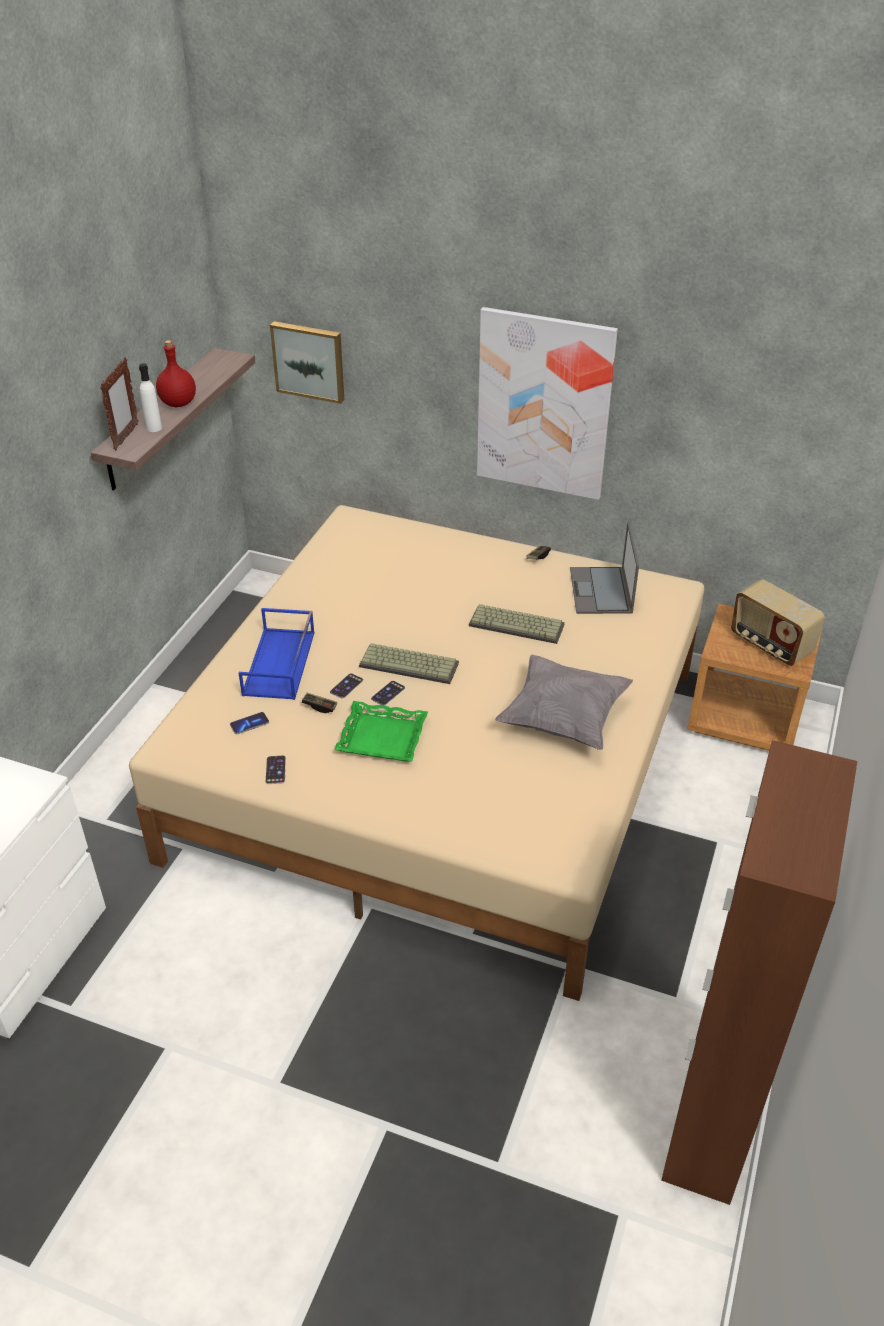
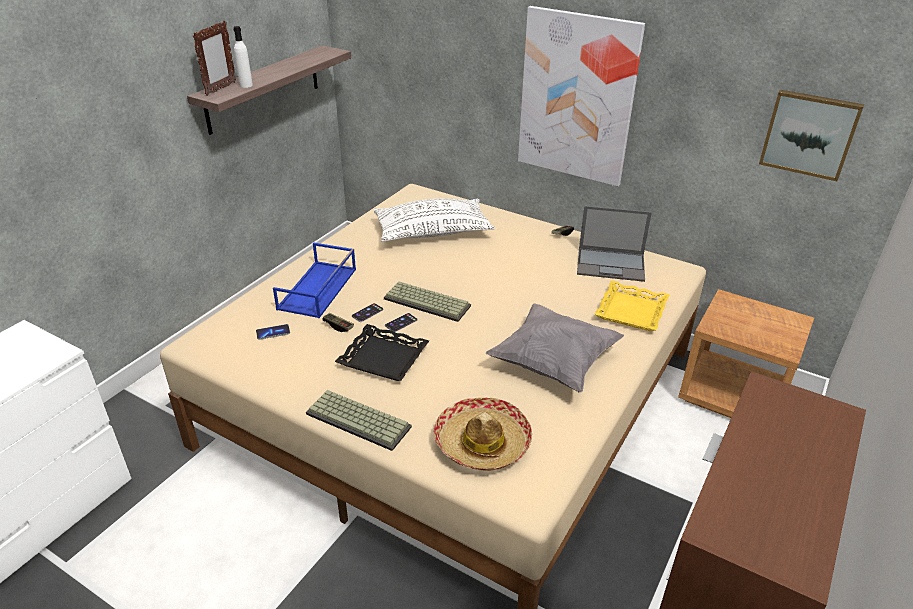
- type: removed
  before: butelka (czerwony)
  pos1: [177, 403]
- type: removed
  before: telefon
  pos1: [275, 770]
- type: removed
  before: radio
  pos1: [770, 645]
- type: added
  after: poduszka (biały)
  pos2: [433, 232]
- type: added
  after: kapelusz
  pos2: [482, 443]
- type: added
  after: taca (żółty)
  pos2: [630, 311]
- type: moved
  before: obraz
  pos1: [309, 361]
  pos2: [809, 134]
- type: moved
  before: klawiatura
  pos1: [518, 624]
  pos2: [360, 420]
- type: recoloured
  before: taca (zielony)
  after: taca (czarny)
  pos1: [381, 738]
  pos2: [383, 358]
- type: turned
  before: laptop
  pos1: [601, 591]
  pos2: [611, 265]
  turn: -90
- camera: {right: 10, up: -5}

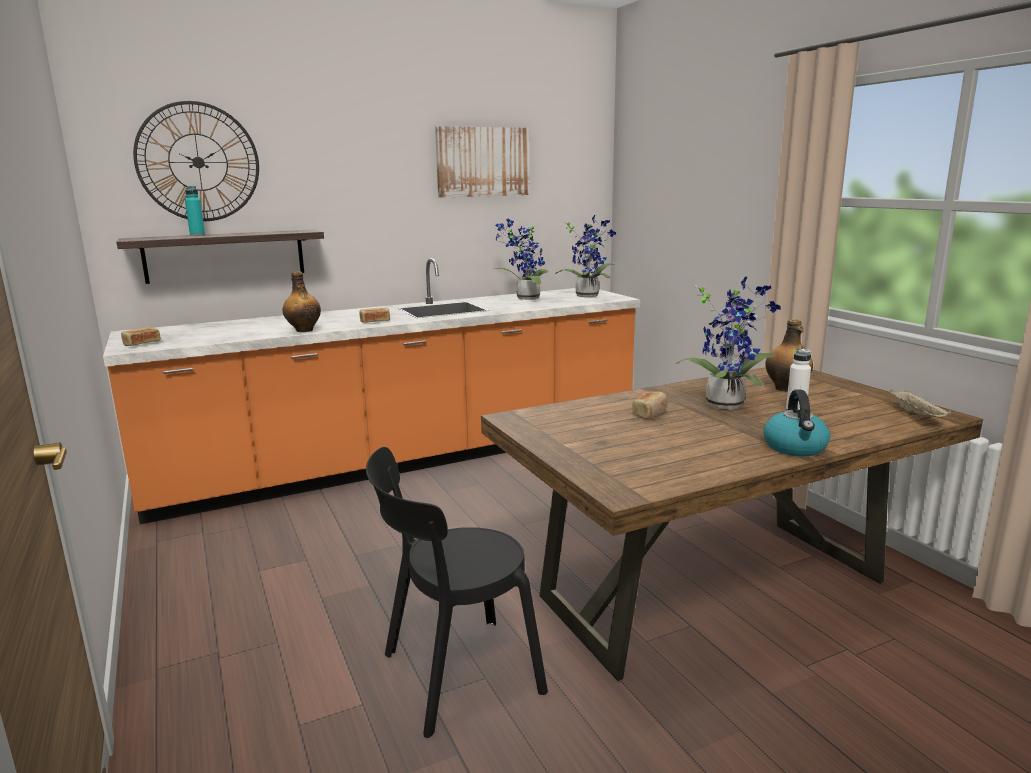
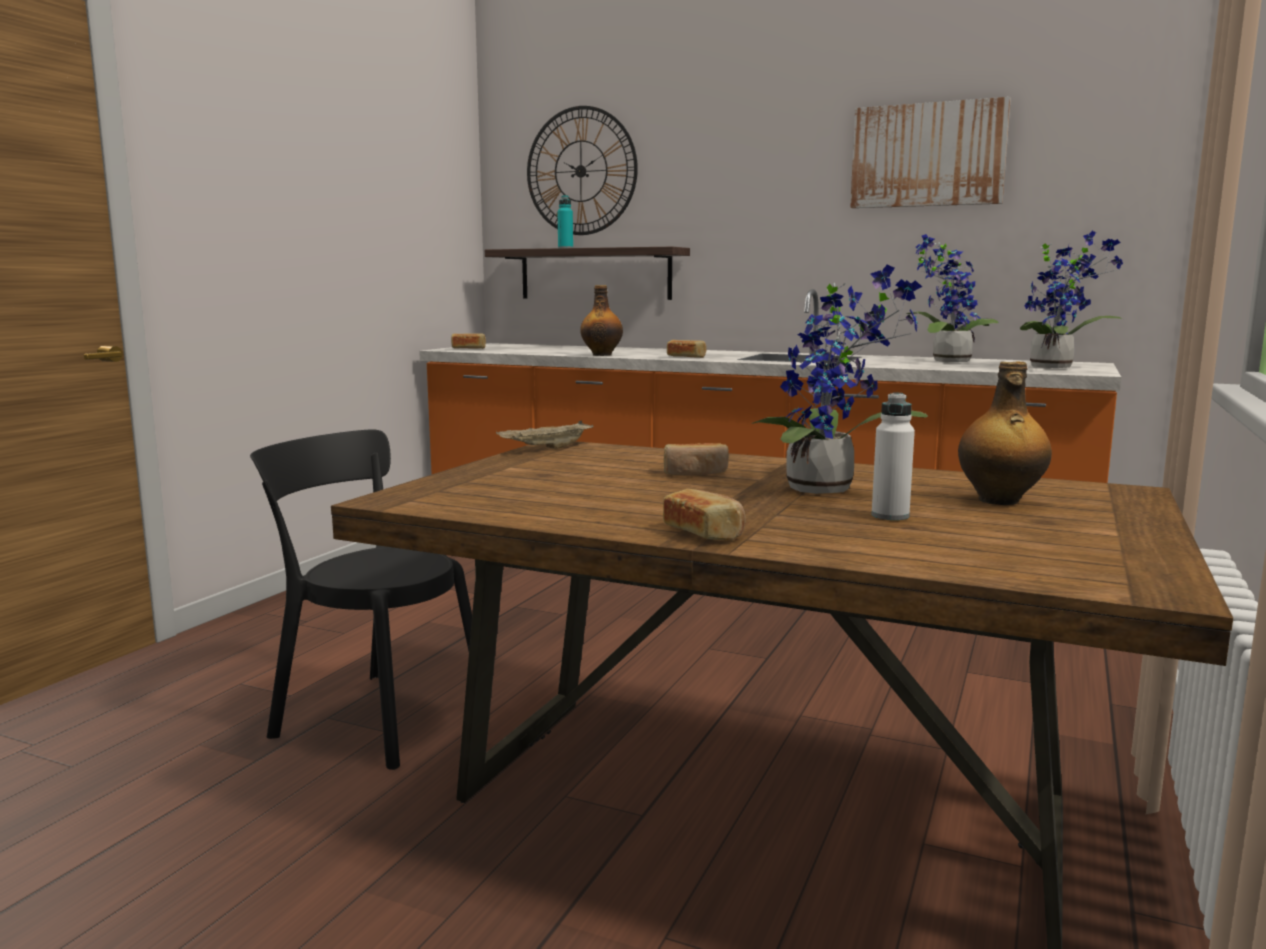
- type: moved
  before: taca (beżowy)
  pos1: [917, 416]
  pos2: [546, 449]
- type: replaced
  before: czajnik
  after: chleb
  pos1: [795, 448]
  pos2: [704, 533]
- camera: {right: 50, up: -5}

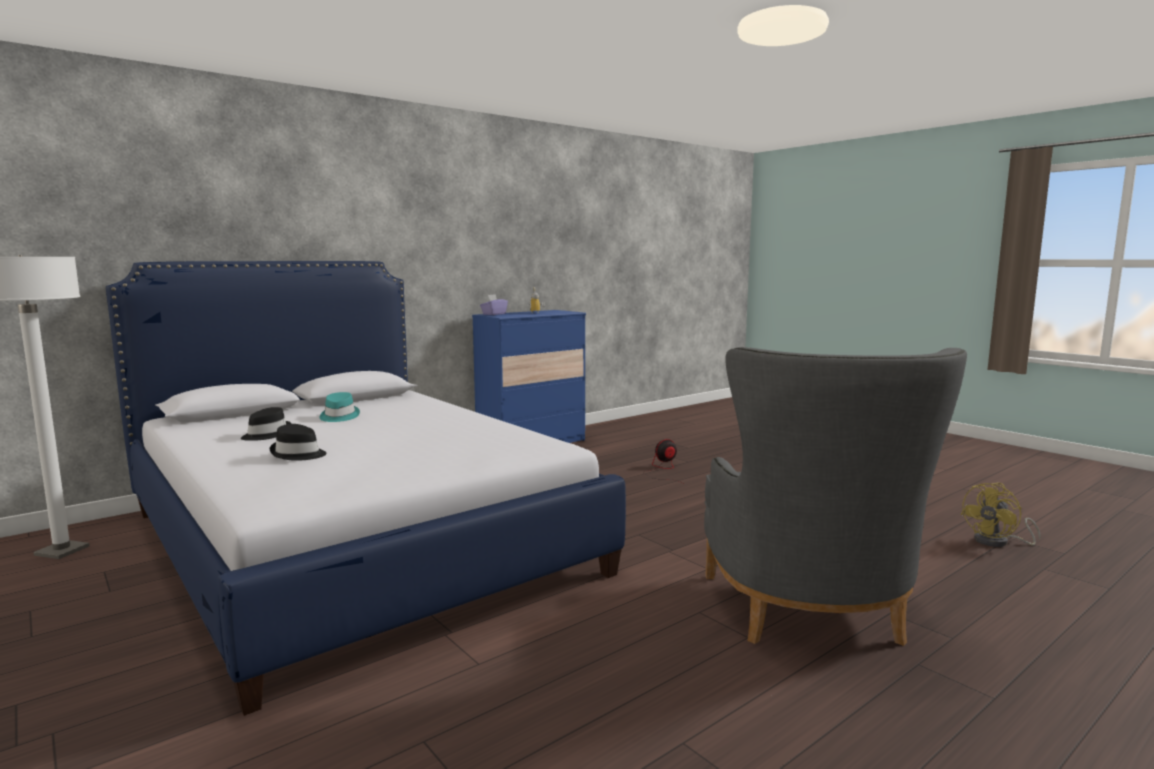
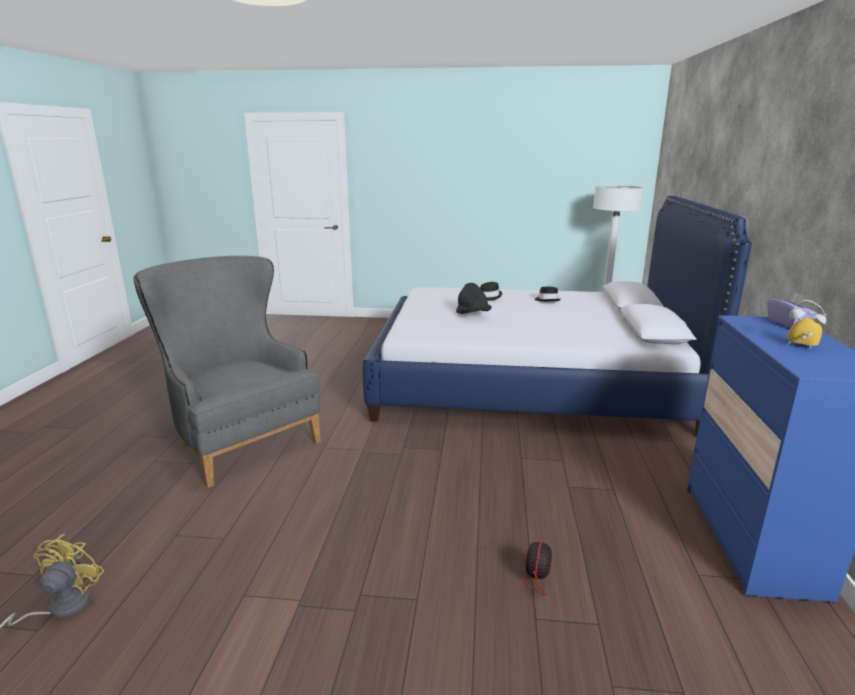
- type: removed
  before: kapelusz (turkusowy)
  pos1: [338, 416]
- type: added
  after: kapelusz (czarny)
  pos2: [472, 315]
- camera: {right: 135, up: 10}

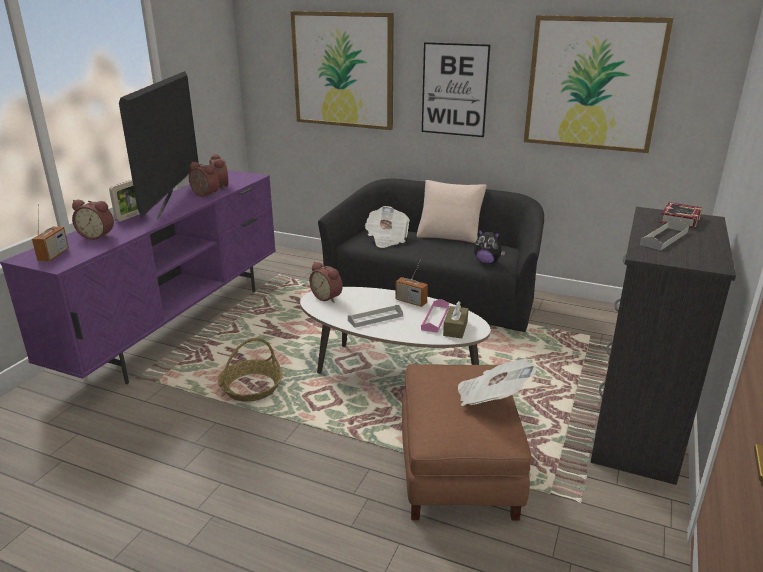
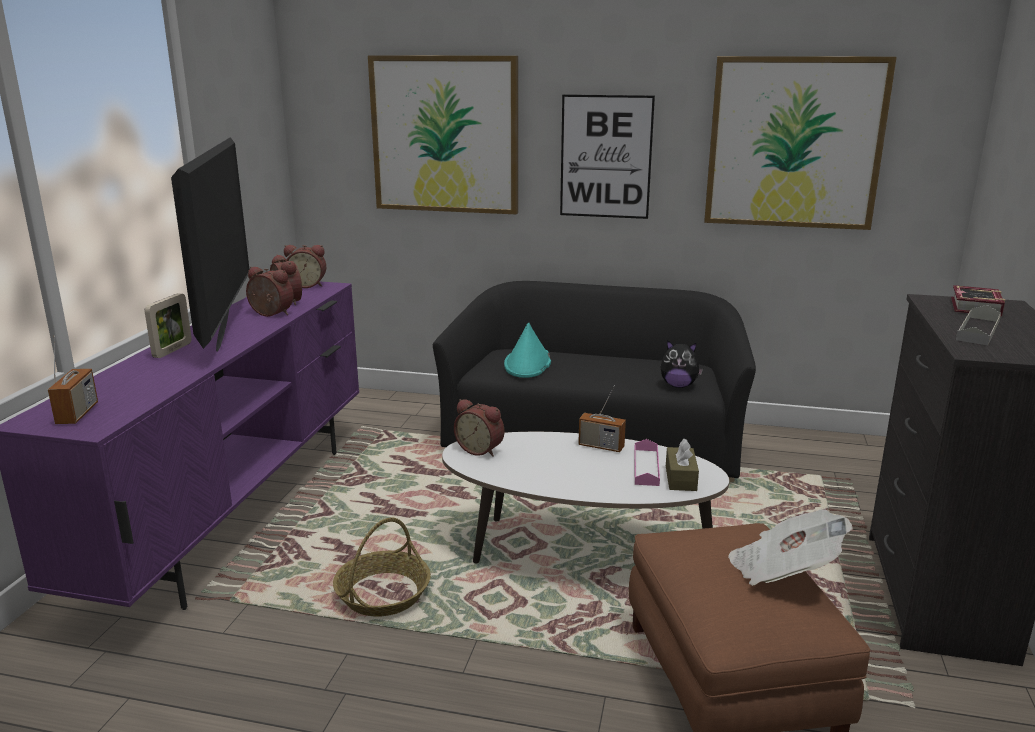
- type: removed
  before: taca (szary)
  pos1: [375, 318]
- type: removed
  before: poduszka (beżowy)
  pos1: [450, 234]
- type: moved
  before: budzik
  pos1: [97, 236]
  pos2: [307, 285]
- type: replaced
  before: gazeta
  after: kapelusz (turkusowy)
  pos1: [386, 239]
  pos2: [527, 364]
- camera: {right: -10, up: -5}

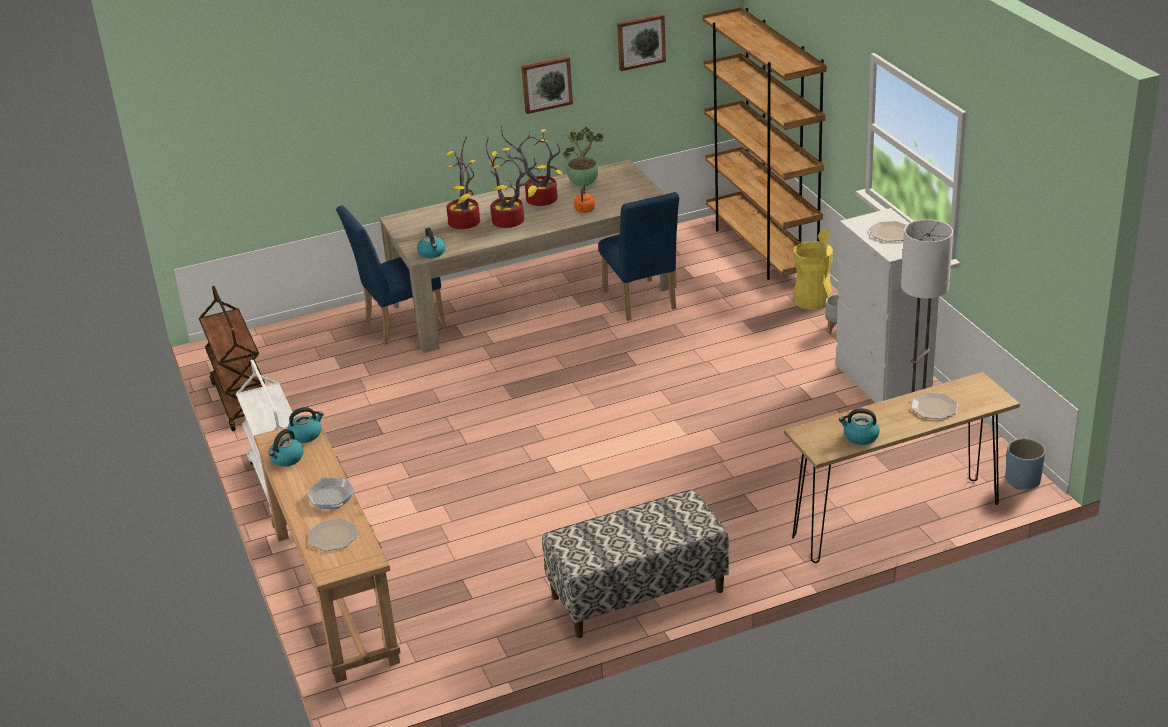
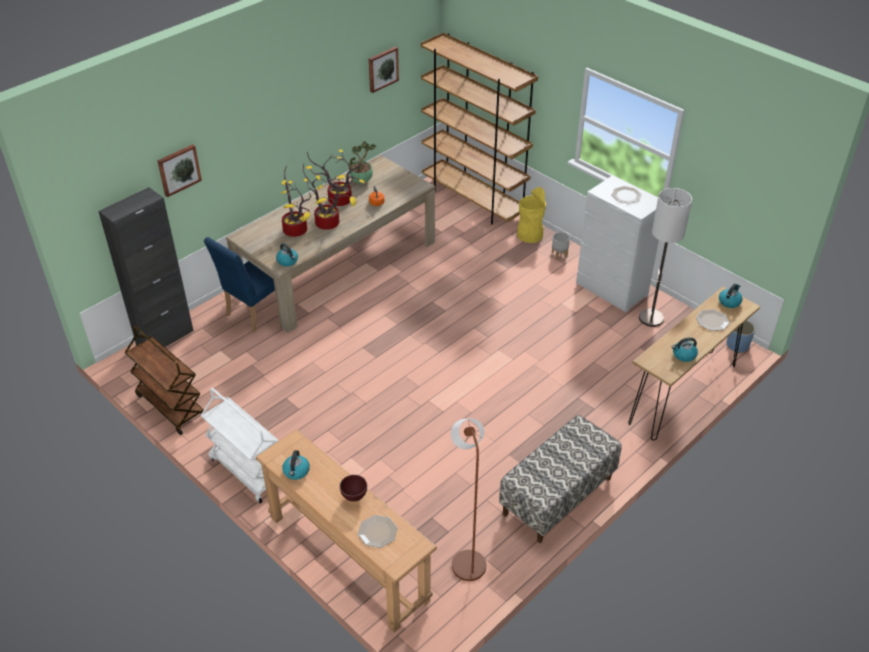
- type: removed
  before: krzesło (niebieski)
  pos1: [641, 303]
- type: added
  after: szafka (czarny)
  pos2: [165, 338]
- type: added
  after: lampa stojąca (brązowy)
  pos2: [466, 560]
- type: moved
  before: czajnik
  pos1: [306, 435]
  pos2: [729, 301]
- type: moved
  before: obraz
  pos1: [546, 84]
  pos2: [178, 170]
- type: replaced
  before: patelnia
  after: miska (brązowy)
  pos1: [331, 497]
  pos2: [353, 497]
- camera: {right: -25, up: 10}

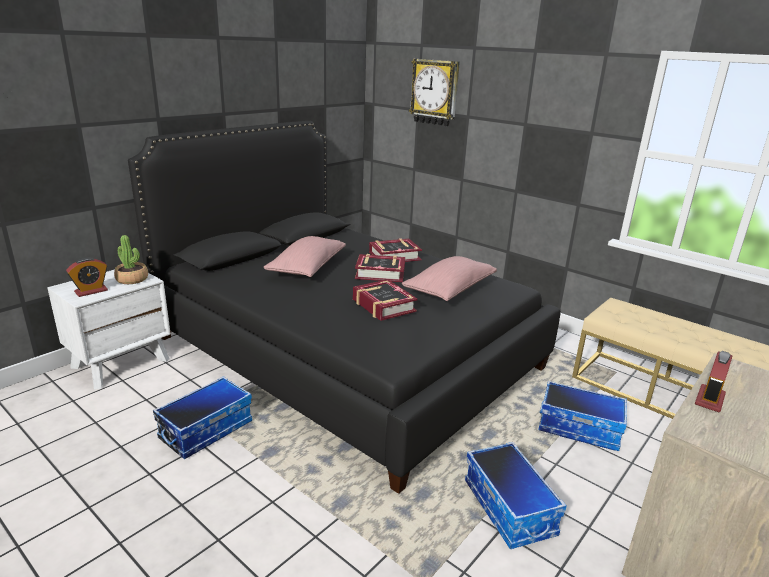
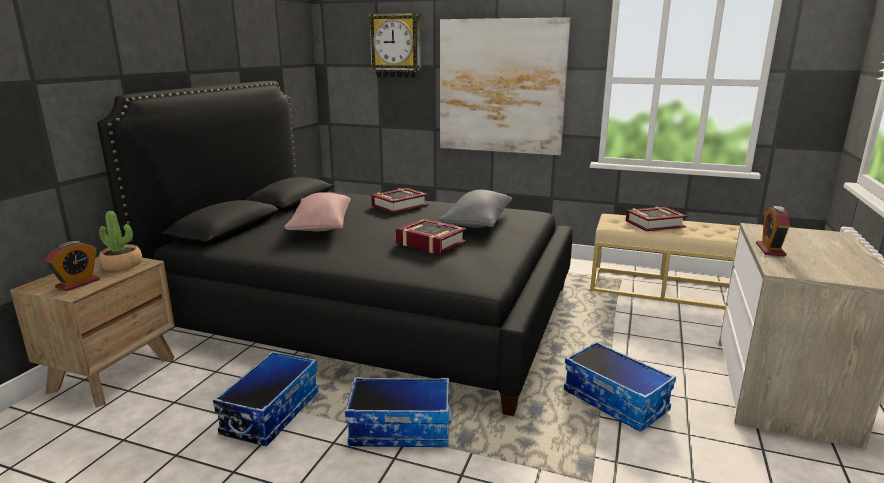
- type: added
  after: obraz
  pos2: [501, 87]
- type: moved
  before: książka
  pos1: [380, 273]
  pos2: [654, 224]
- type: moved
  before: pojemnik do przechowywania
  pos1: [579, 428]
  pos2: [401, 429]
- type: recoloured
  before: szafka nocna (biały)
  after: szafka nocna (brązowy)
  pos1: [121, 363]
  pos2: [113, 374]
- type: recoloured
  before: poduszka (różowy)
  after: poduszka (szary)
  pos1: [449, 290]
  pos2: [477, 223]
- camera: {right: -20, up: -5}

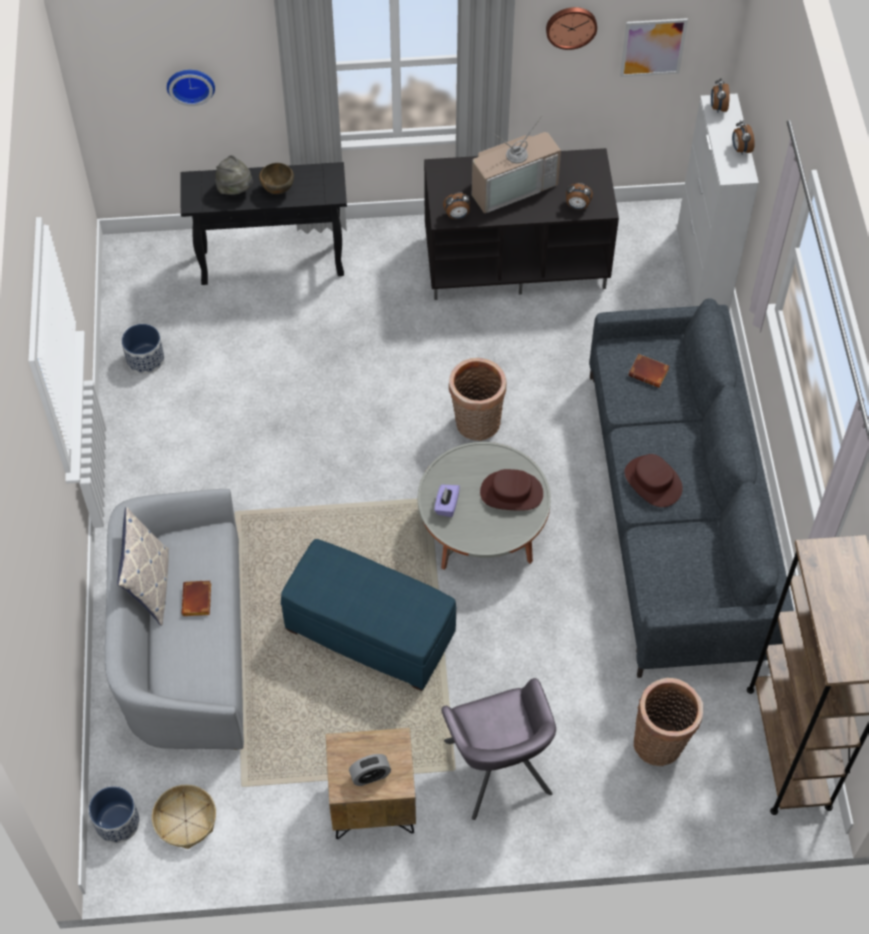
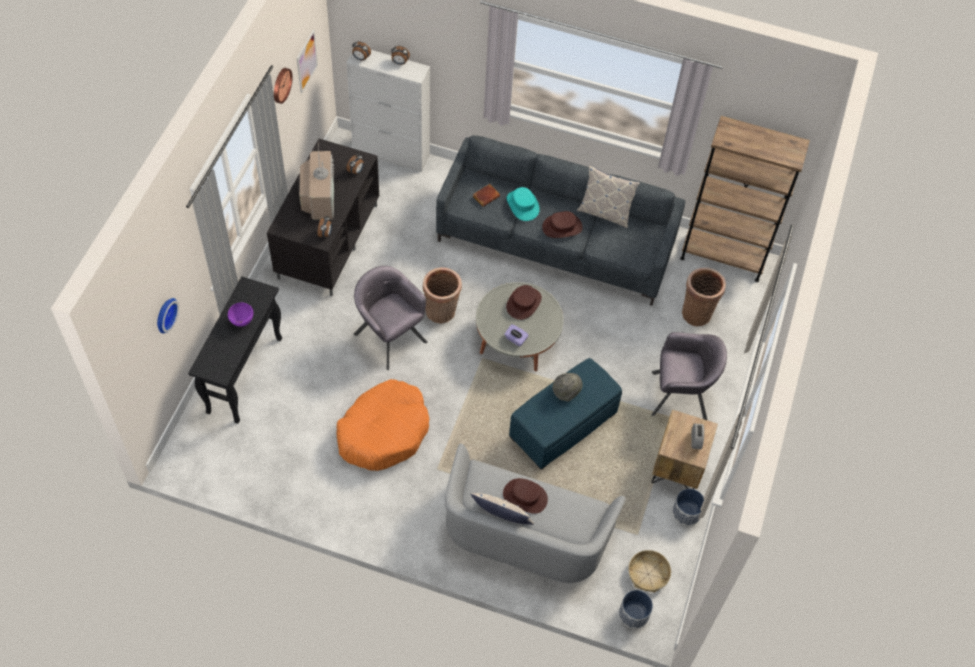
- type: added
  after: legowisko (pomarańczowy)
  pos2: [383, 431]
- type: added
  after: fotel (szary)
  pos2: [390, 337]
- type: added
  after: kapelusz (turkusowy)
  pos2: [523, 205]
- type: added
  after: poduszka
  pos2: [605, 213]
- type: moved
  before: donica
  pos1: [145, 359]
  pos2: [686, 513]
- type: moved
  before: kapelusz (szary)
  pos1: [235, 189]
  pos2: [566, 392]
- type: replaced
  before: książka (brązowy)
  after: kapelusz (brązowy)
  pos1: [198, 601]
  pos2: [525, 496]
- type: recoloured
  before: miska (brązowy)
  after: miska (fioletowy)
  pos1: [277, 190]
  pos2: [242, 322]
- camera: {right: -70, up: 0}

